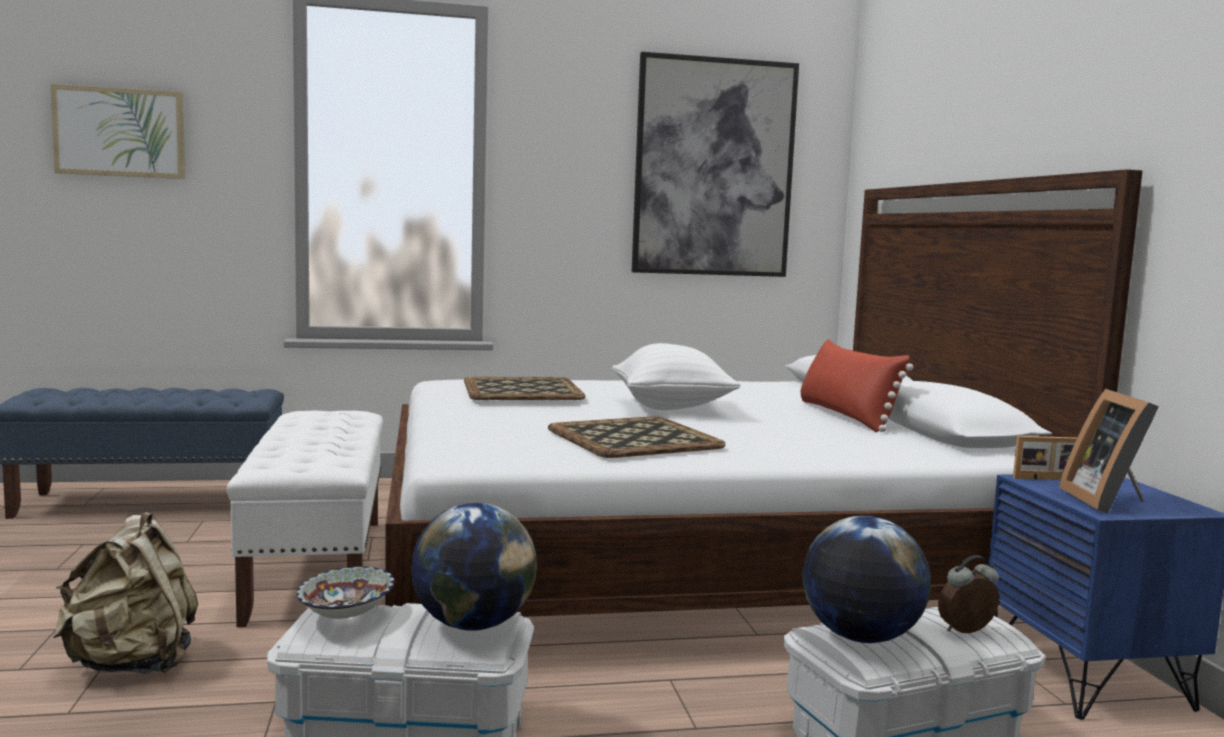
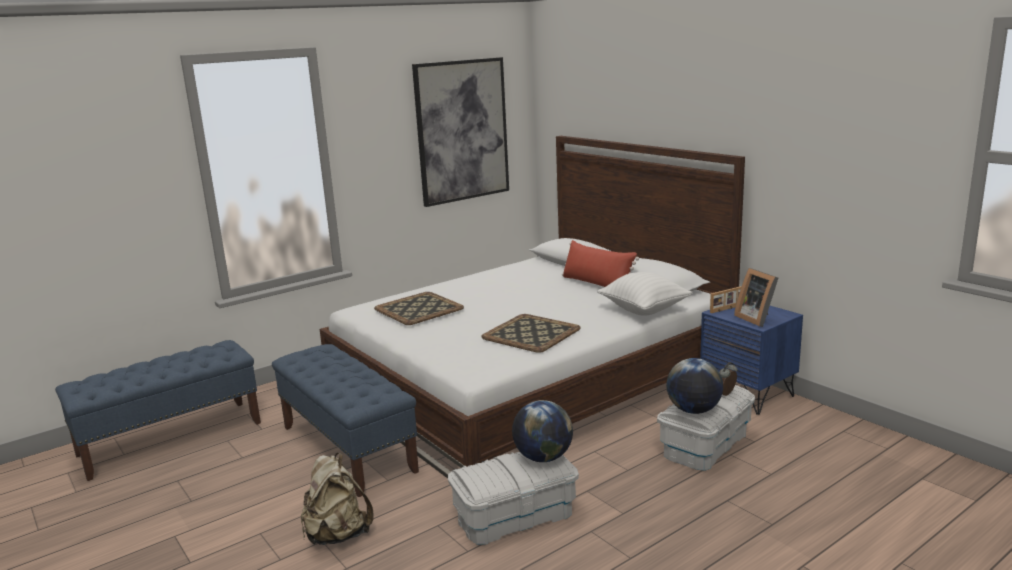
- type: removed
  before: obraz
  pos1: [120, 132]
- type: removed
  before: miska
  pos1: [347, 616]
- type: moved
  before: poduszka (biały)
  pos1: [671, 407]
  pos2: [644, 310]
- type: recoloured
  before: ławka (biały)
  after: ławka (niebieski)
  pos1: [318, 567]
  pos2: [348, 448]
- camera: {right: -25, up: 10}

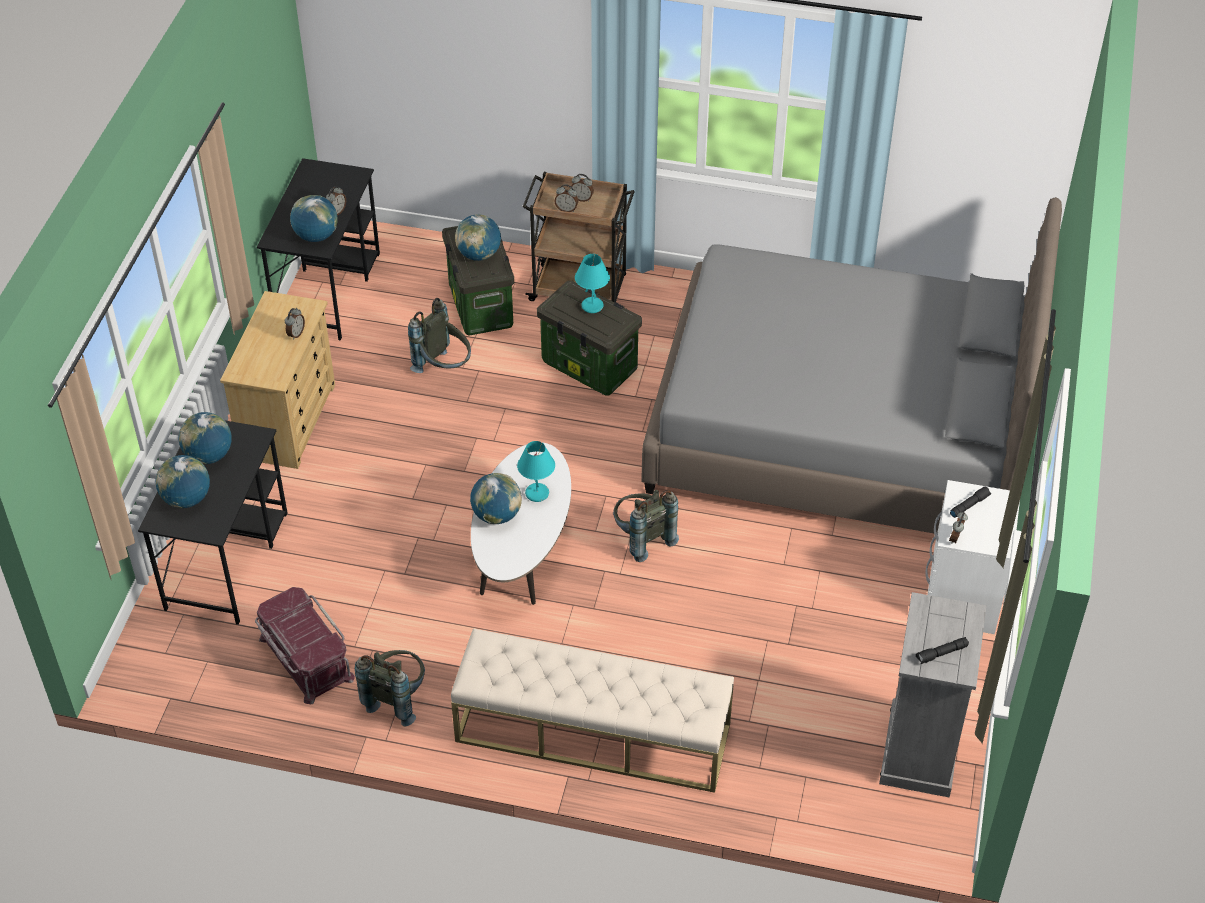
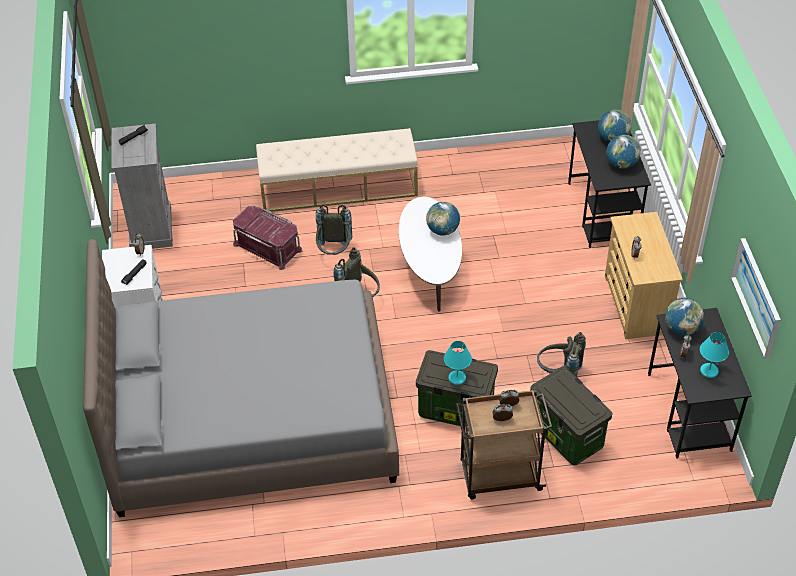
- type: removed
  before: globus
  pos1: [479, 254]
- type: added
  after: obraz
  pos2: [757, 297]
- type: moved
  before: pojemnik do przechowywania (czerwony)
  pos1: [305, 658]
  pos2: [268, 246]
- type: moved
  before: plecak (szary)
  pos1: [396, 698]
  pos2: [334, 252]
- type: moved
  before: lampa stołowa (turkusowy)
  pos1: [537, 493]
  pos2: [708, 371]
- camera: {right: 160, up: 0}

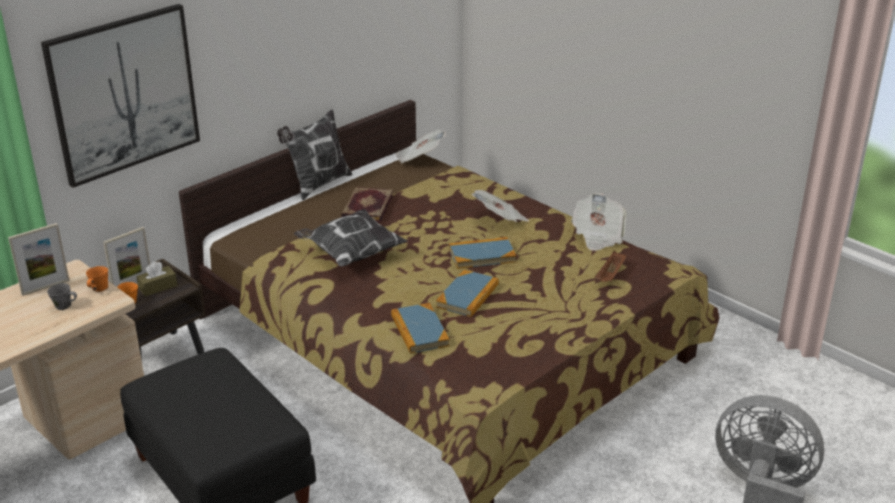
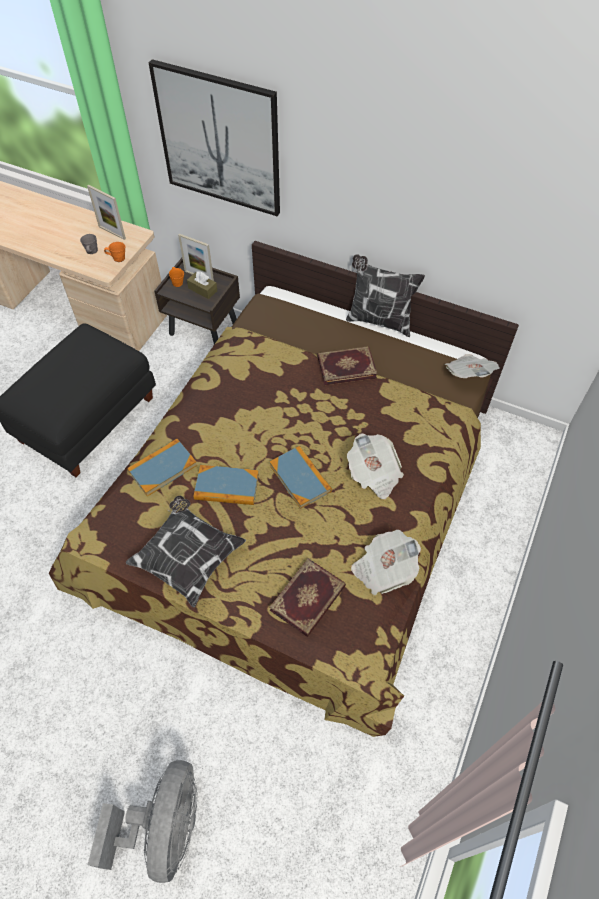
- type: moved
  before: poduszka
  pos1: [351, 254]
  pos2: [188, 557]
- type: replaced
  before: taca (brązowy)
  after: książka
  pos1: [610, 275]
  pos2: [308, 599]
- camera: {right: 70, up: 25}

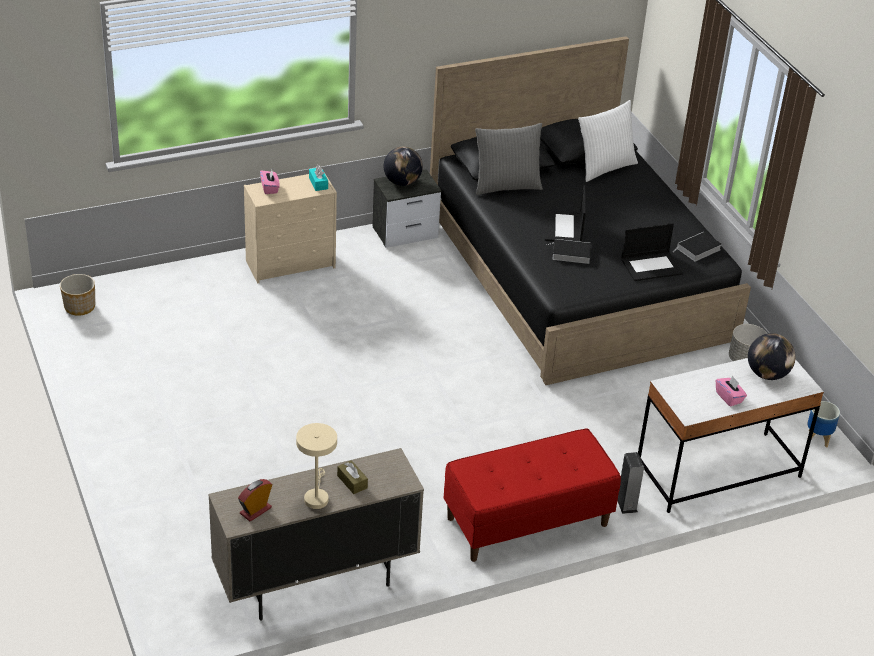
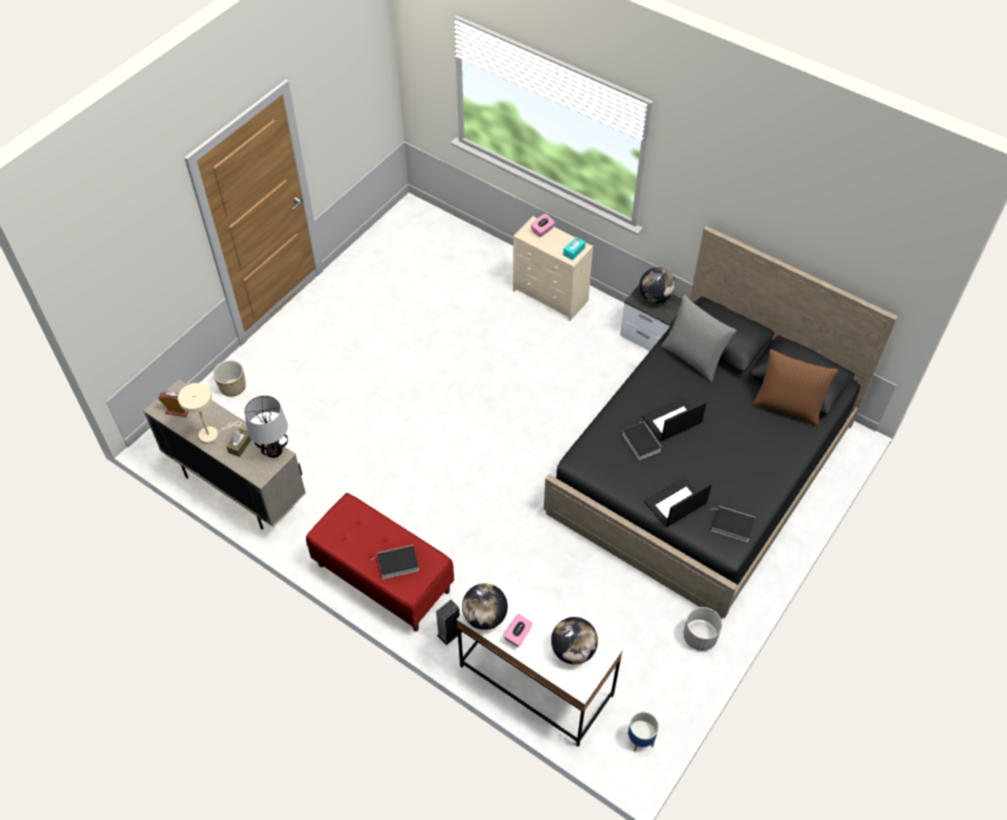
- type: added
  after: lampa stołowa
  pos2: [274, 451]
- type: added
  after: książka
  pos2: [396, 564]
- type: added
  after: globus
  pos2: [485, 616]
- type: moved
  before: donica
  pos1: [79, 307]
  pos2: [233, 386]
- type: recoloured
  before: poduszka (biały)
  after: poduszka (brązowy)
  pos1: [604, 167]
  pos2: [787, 406]
- type: turned
  before: laptop
  pos1: [651, 266]
  pos2: [675, 503]
  turn: 105
- camera: {right: 60, up: 15}

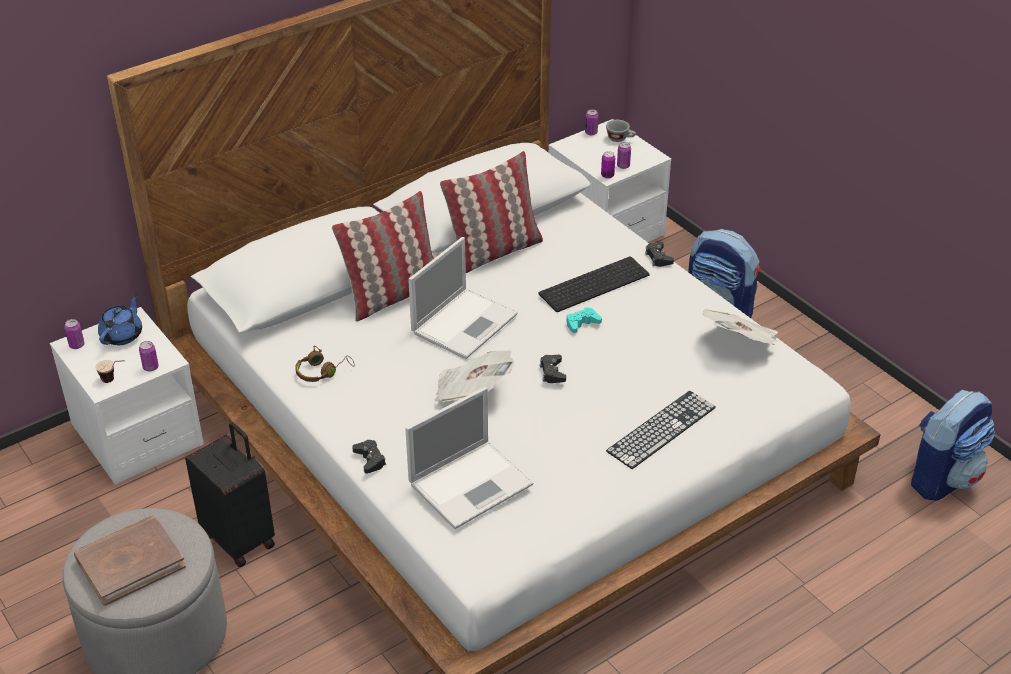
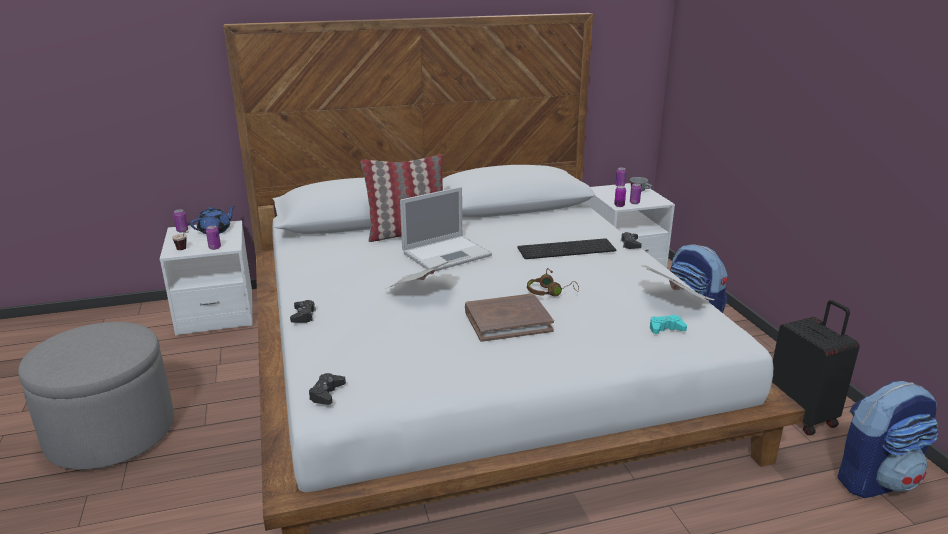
- type: removed
  before: laptop
  pos1: [472, 483]
- type: removed
  before: poduszka
  pos1: [494, 252]
- type: removed
  before: klawiatura
  pos1: [661, 429]
- type: moved
  before: książka (brązowy)
  pos1: [130, 563]
  pos2: [507, 321]
- type: moved
  before: walizka (czarny)
  pos1: [240, 538]
  pos2: [802, 415]
- type: moved
  before: słuchawki (brązowy)
  pos1: [322, 371]
  pos2: [550, 292]
- type: moved
  before: pad do gier (czarny)
  pos1: [552, 372]
  pos2: [327, 393]
- type: moved
  before: pad do gier (turkusowy)
  pos1: [582, 323]
  pos2: [665, 329]
- camera: {right: 20, up: -15}

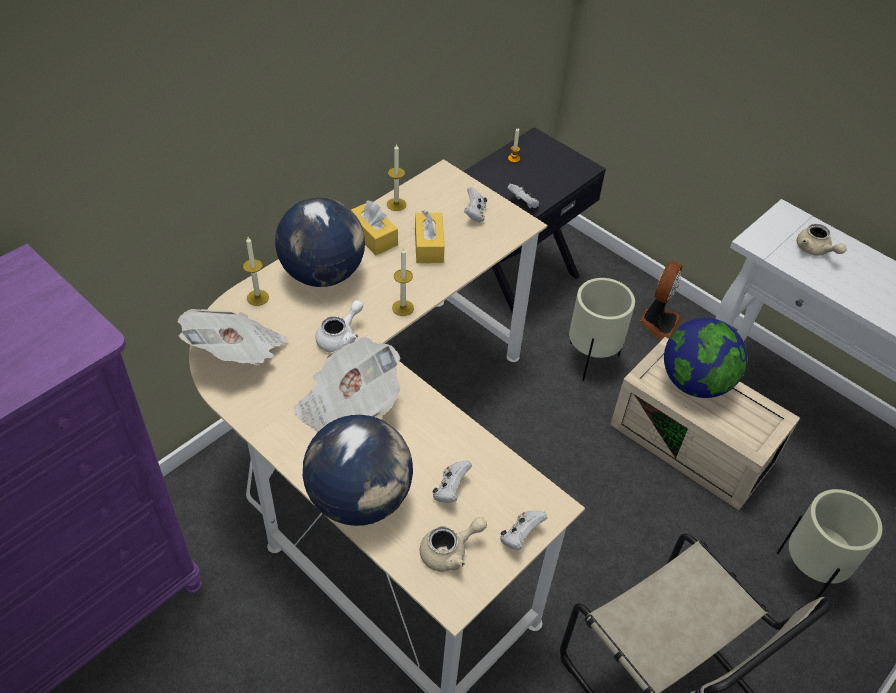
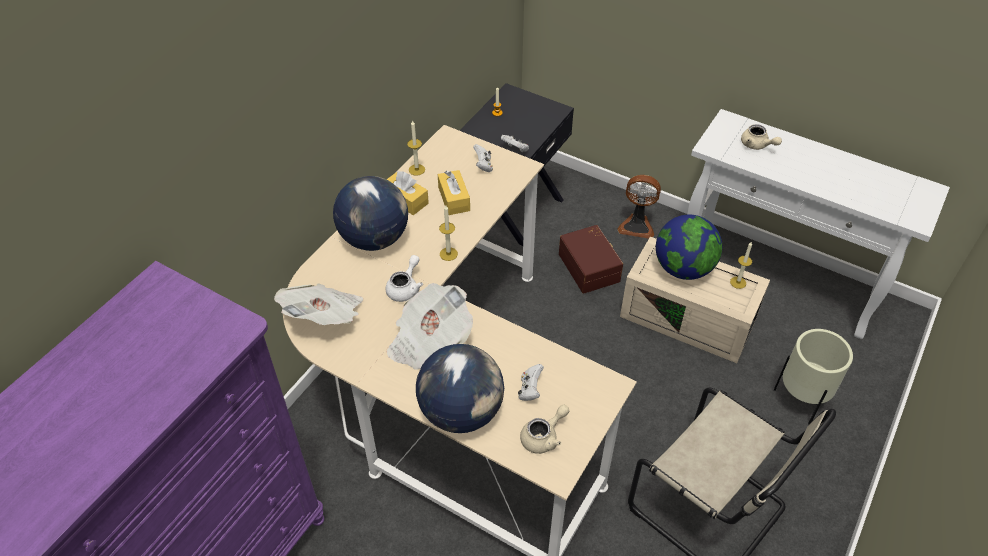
- type: removed
  before: pad do gier (biały)
  pos1: [520, 536]
- type: moved
  before: świeca
  pos1: [257, 297]
  pos2: [738, 282]
- type: replaced
  before: donica (beżowy)
  after: pojemnik do przechowywania (brązowy)
  pos1: [590, 359]
  pos2: [590, 267]
- type: turned
  before: wentylator
  pos1: [658, 322]
  pos2: [637, 226]
  turn: 90
- camera: {right: -10, up: 0}

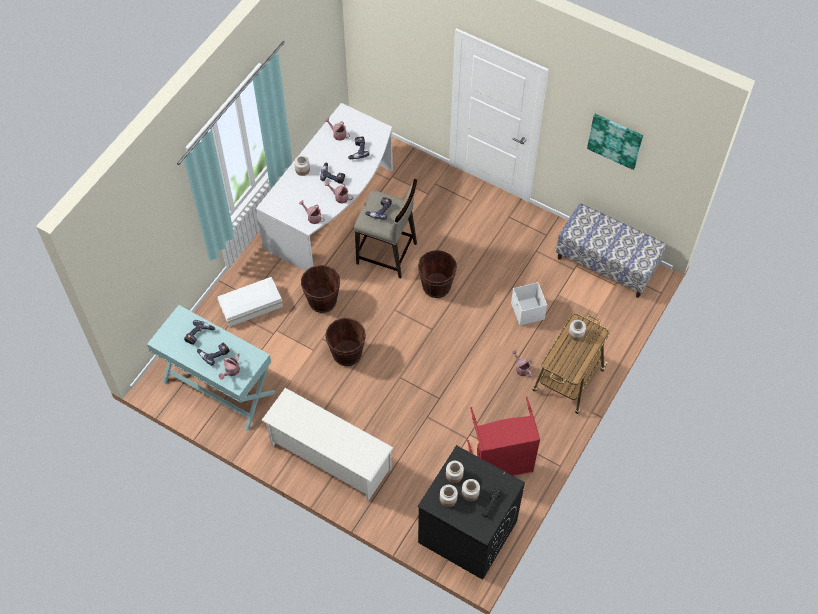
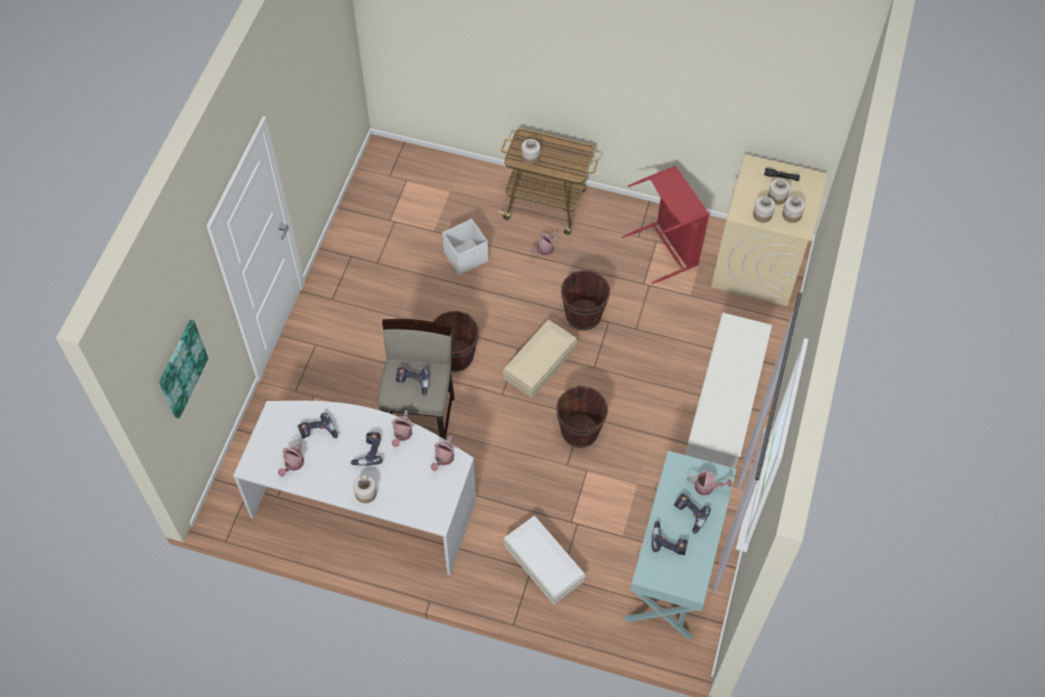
- type: removed
  before: ławka
  pos1: [606, 263]
- type: added
  after: pojemnik do przechowywania (beżowy)
  pos2: [538, 364]
- type: moved
  before: wiadro (brązowy)
  pos1: [322, 300]
  pos2: [583, 315]
- type: moved
  before: obraz
  pos1: [615, 140]
  pos2: [181, 368]
- type: recoloured
  before: pralka (czarny)
  after: pralka (beżowy)
  pos1: [466, 532]
  pos2: [757, 265]
- camera: {right: -105, up: 0}

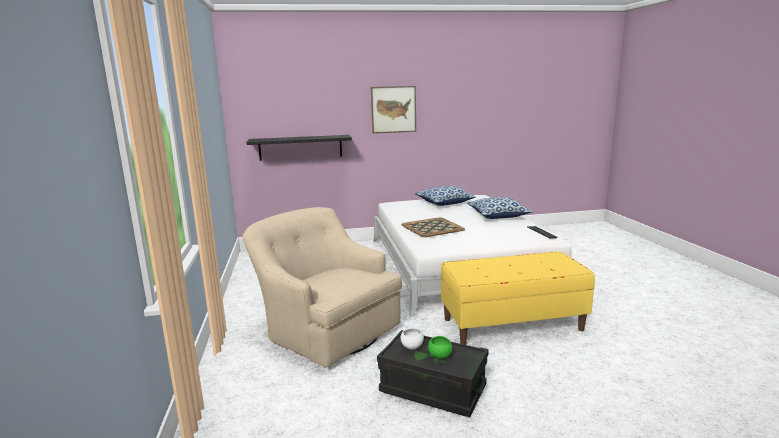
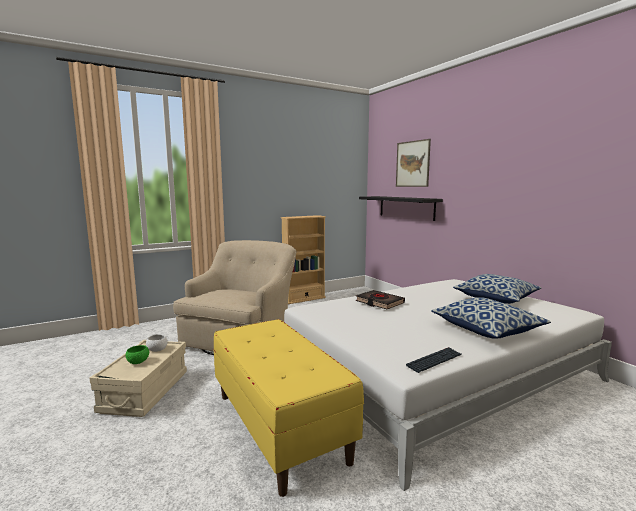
- type: added
  after: regał (beżowy)
  pos2: [304, 299]
- type: moved
  before: obraz
  pos1: [393, 109]
  pos2: [412, 164]
- type: replaced
  before: taca
  after: książka (czarny)
  pos1: [433, 227]
  pos2: [379, 302]
- type: recoloured
  before: pojemnik do przechowywania (czarny)
  after: pojemnik do przechowywania (beżowy)
  pos1: [433, 389]
  pos2: [145, 392]
- camera: {right: 70, up: -5}

